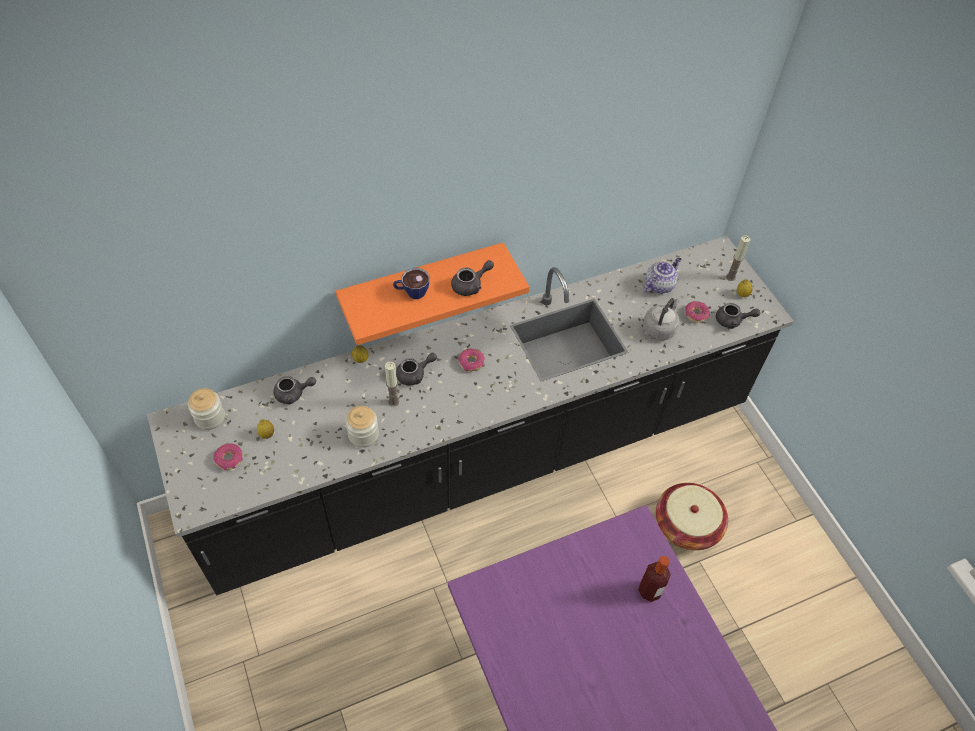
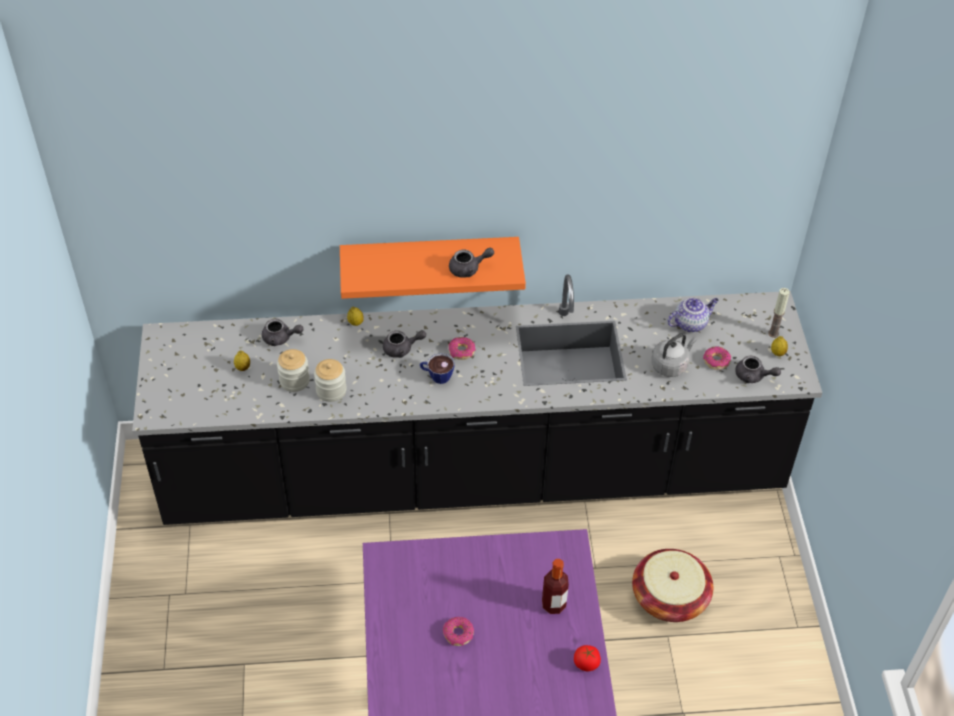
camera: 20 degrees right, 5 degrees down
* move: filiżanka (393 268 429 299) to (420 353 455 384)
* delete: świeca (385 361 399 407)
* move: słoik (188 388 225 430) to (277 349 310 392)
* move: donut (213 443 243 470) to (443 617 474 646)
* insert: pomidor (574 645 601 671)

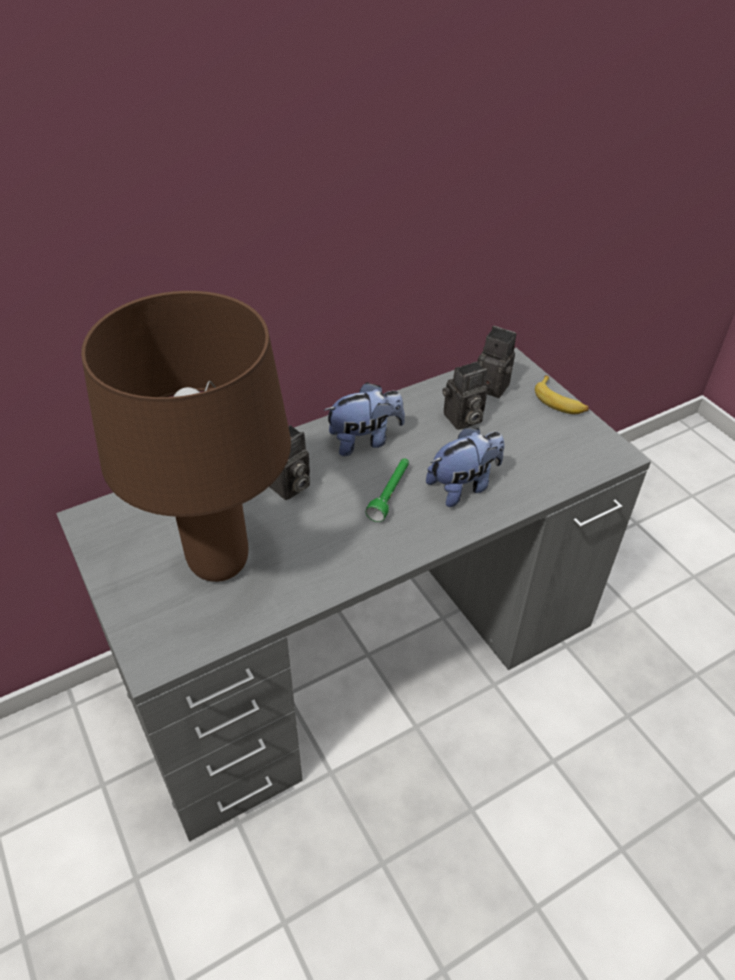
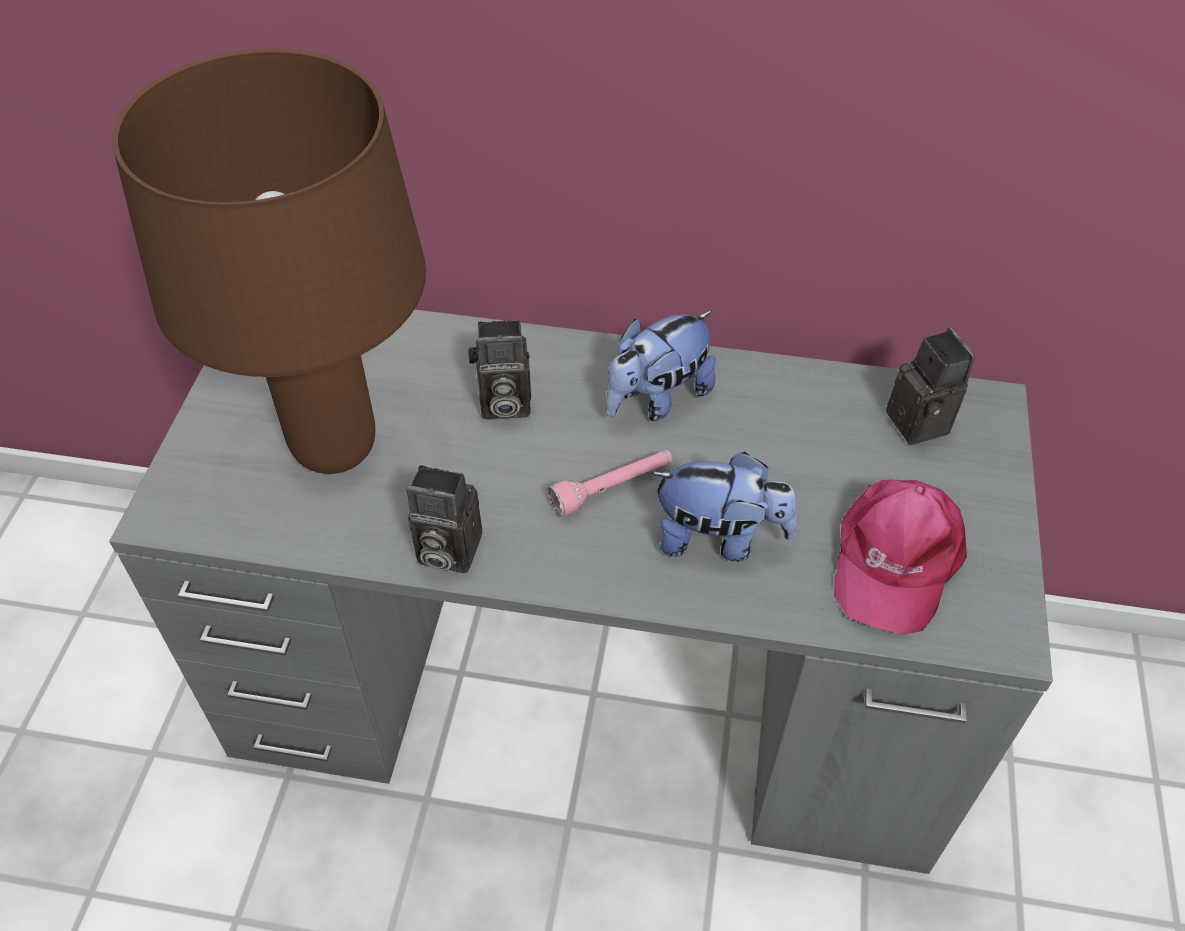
camera: 40 degrees right, 5 degrees up
* move: aparat fotograficzny (443 362 487 430) to (406 465 482 573)
* delete: banan (535 375 589 414)
* rotate: pluszak (324 382 405 456) = (606 311 716 421) 120 degrees clockwise
* recolor: latarka (zielony) (366 458 409 522) to latarka (różowy) (548 450 672 517)
* insert: czapka z daszkiem (różowy) (834 479 967 634)

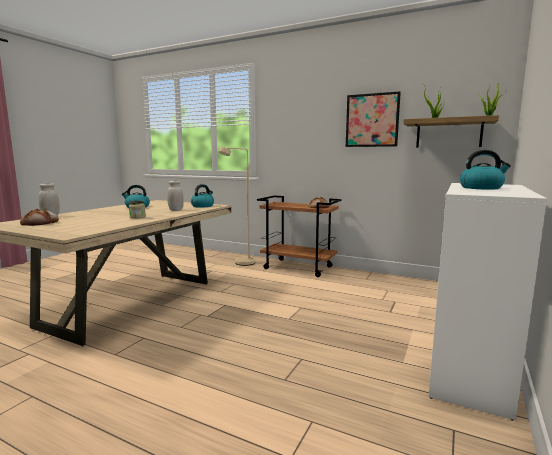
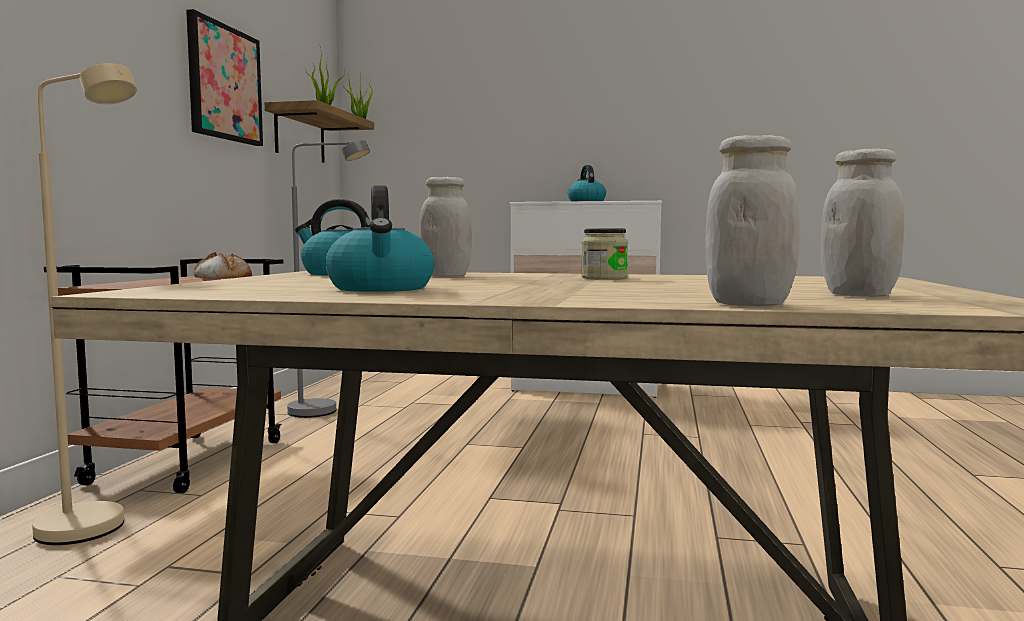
camera: 105 degrees left, 5 degrees down
* replace: chleb (20 209 59 226) to słoik (biały) (821 149 904 297)
* insert: lampa stojąca (szary) (287 140 370 418)

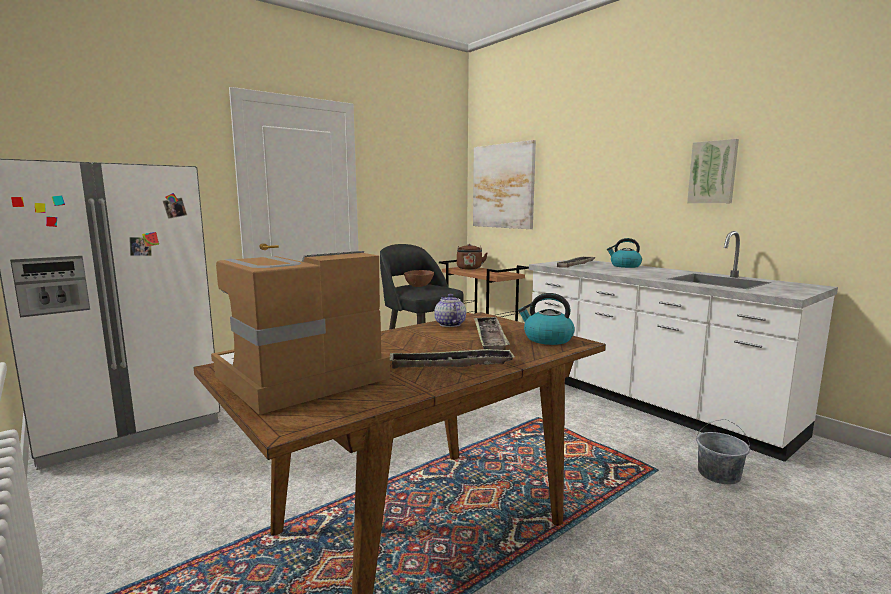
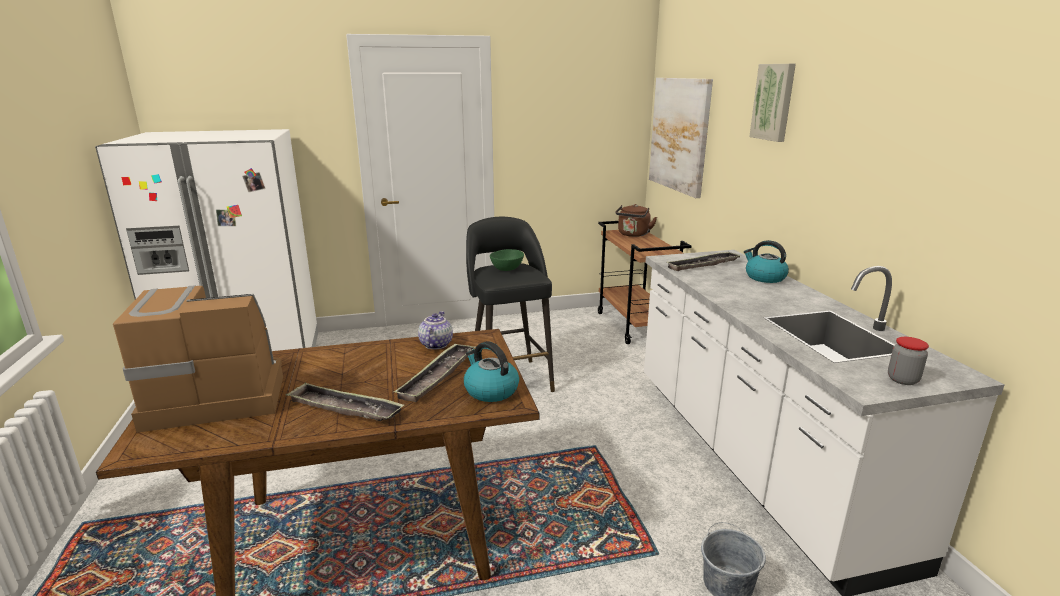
camera: 25 degrees right, 10 degrees up
* move: obraz (687 139 739 203) to (749 64 796 142)
* recolor: miska (brązowy) (404 270 434 287) to miska (zielony) (490 249 524 271)
* insert: słoik (888 337 929 385)

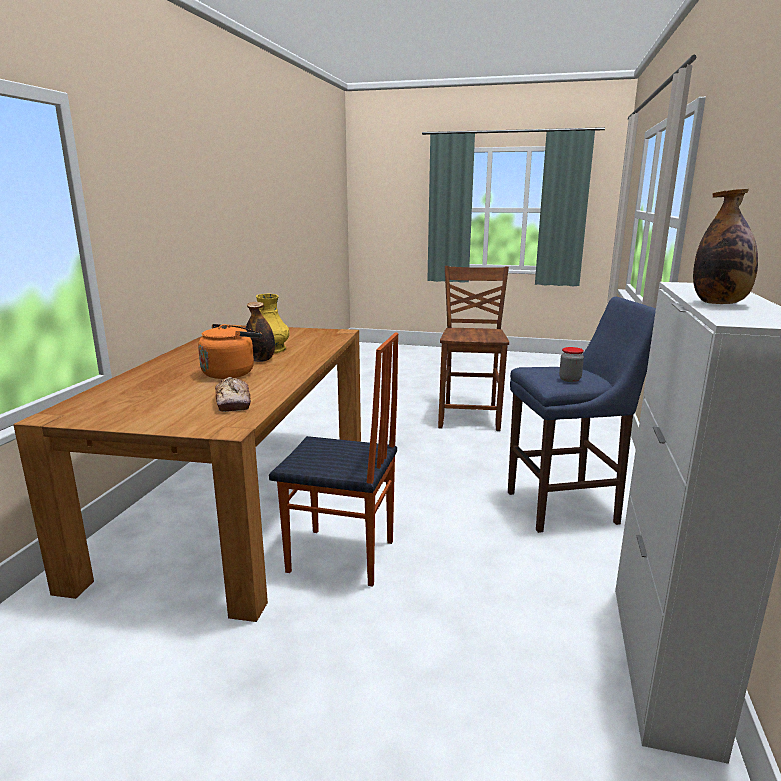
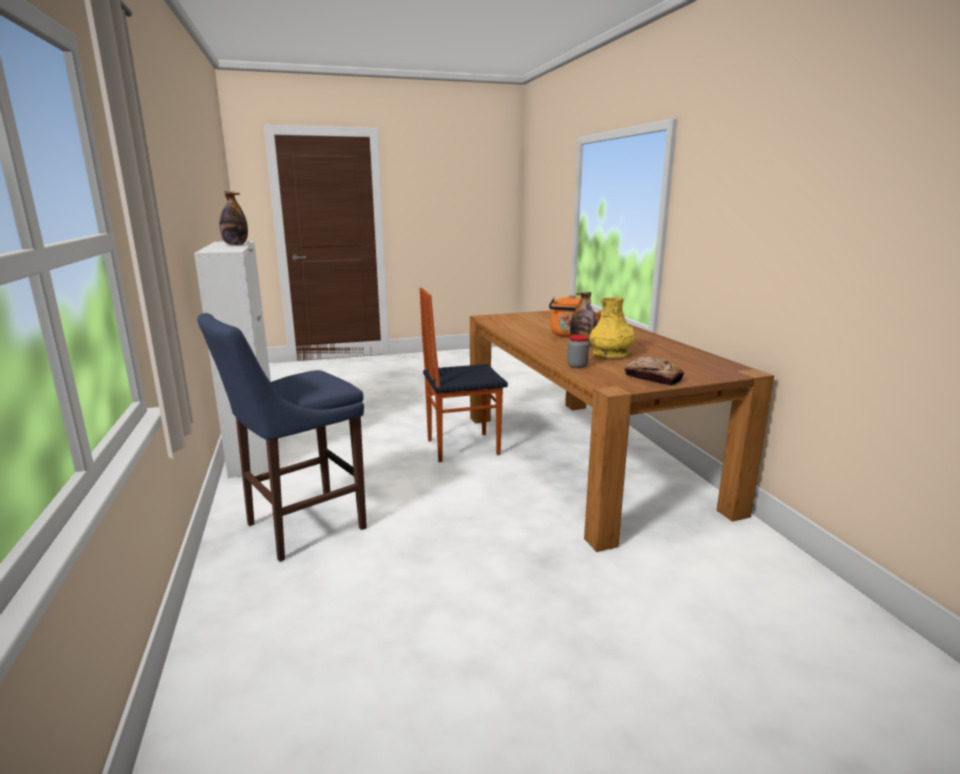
camera: 150 degrees right, 0 degrees up
* delete: krzesło (brązowy) (438 266 509 431)
* move: słoik (559 347 584 382) to (567 335 589 368)
* move: chleb (215 377 251 412) to (624 357 684 386)

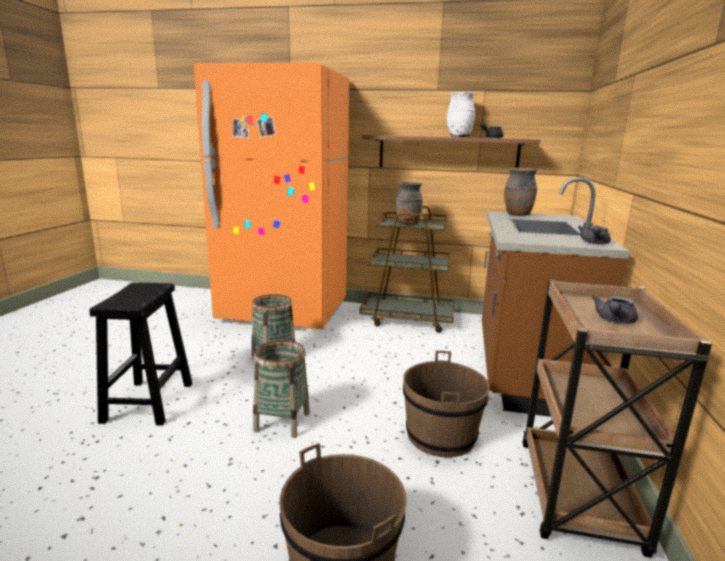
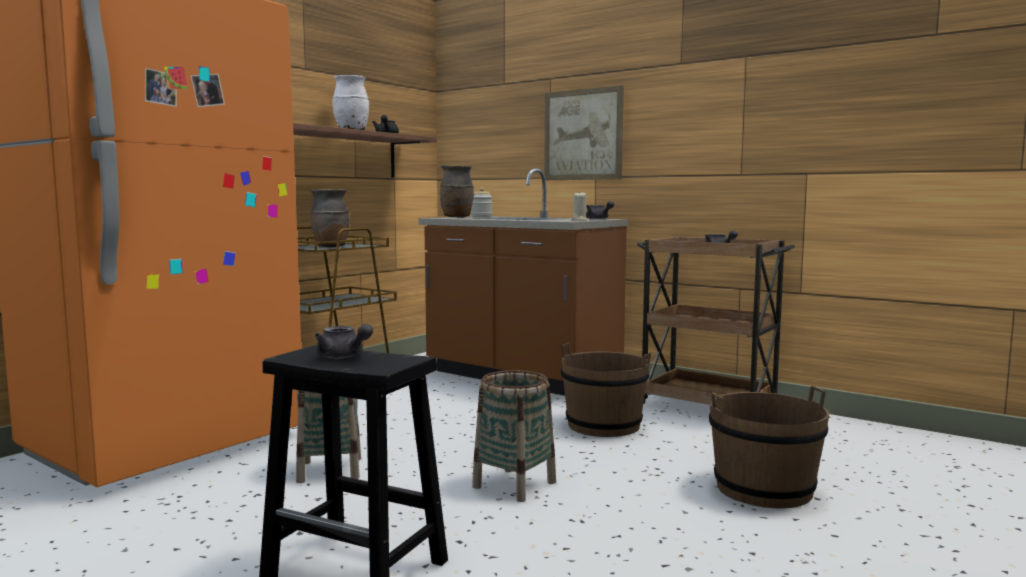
camera: 65 degrees left, 10 degrees down
* insert: obraz (544 85 624 180)
* insert: słoik (471 187 493 217)
* insert: świeca (beżowy) (571 191 588 221)
* insert: imbryk (szary) (315 324 373 358)

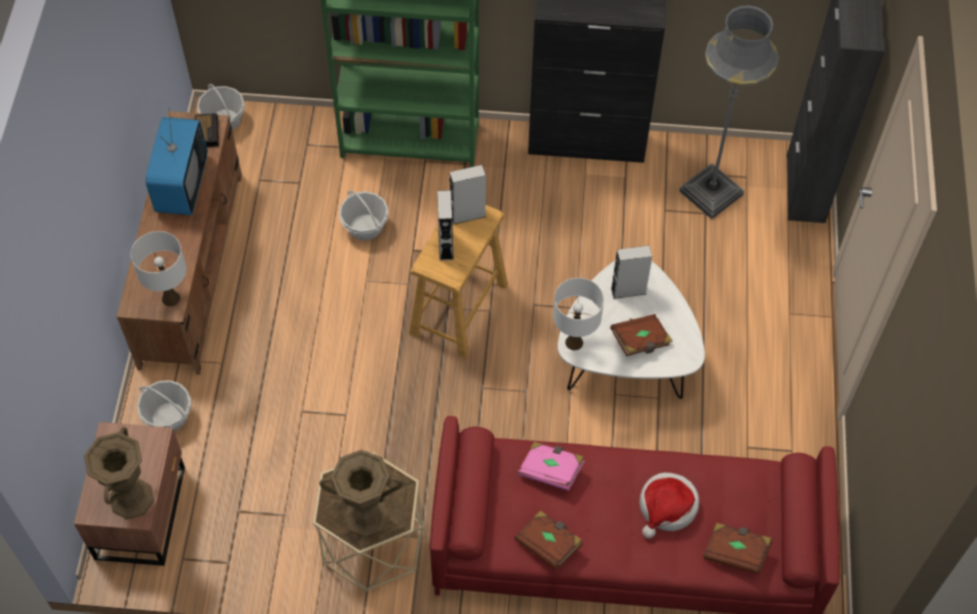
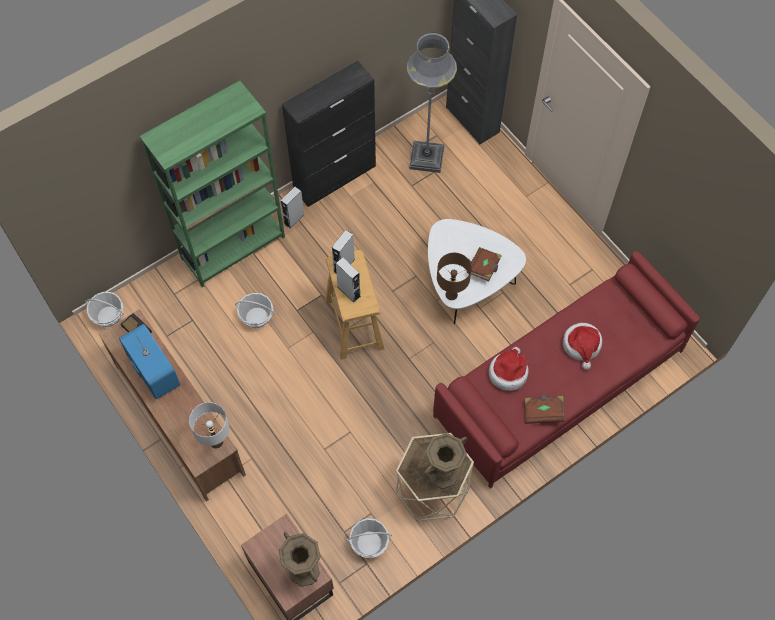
camera: 40 degrees left, 5 degrees up
* move: głośnik (szary) (611 245 652 299) to (281 187 305 229)
* recolor: lampa stołowa (biały) (553 278 604 350) to lampa stołowa (brązowy) (437 253 472 300)
* move: koszyk (137 380 191 431) to (346 518 392 558)
* replace: książka (różowy) (518 442 585 491) to kapelusz (489 347 529 391)
* delete: książka (brązowy) (703 523 772 574)

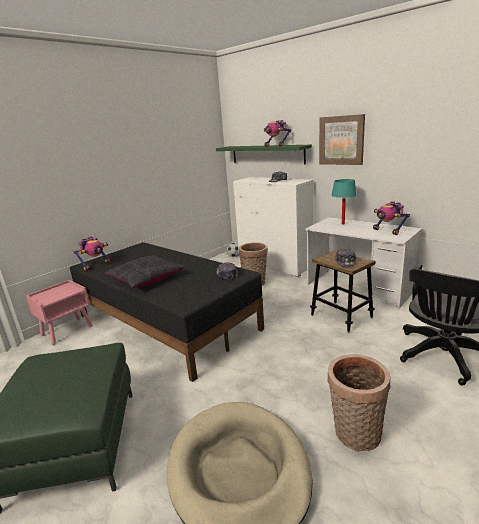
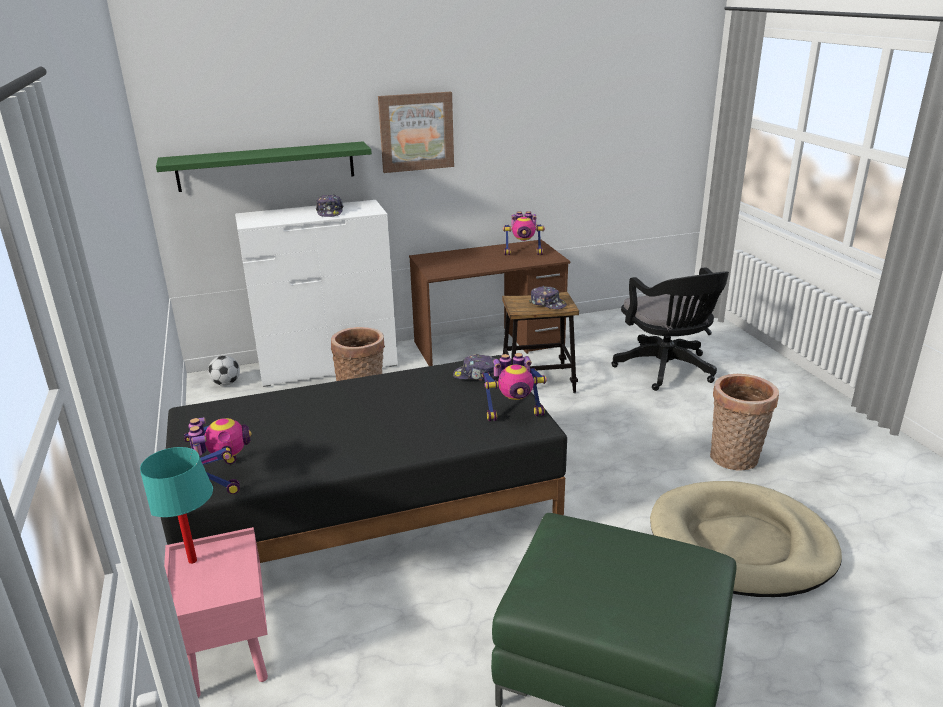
camera: 60 degrees left, 5 degrees up
* move: robot zabawkowy (264 120 291 147) to (481 353 547 421)
* move: lampa stołowa (turkusowy) (331 179 357 225) to (140 447 213 564)
* recolor: biurko (biały) (305 217 423 309) to biurko (brązowy) (409 240 570 366)
* delete: poduszka (czarny) (105 255 185 288)

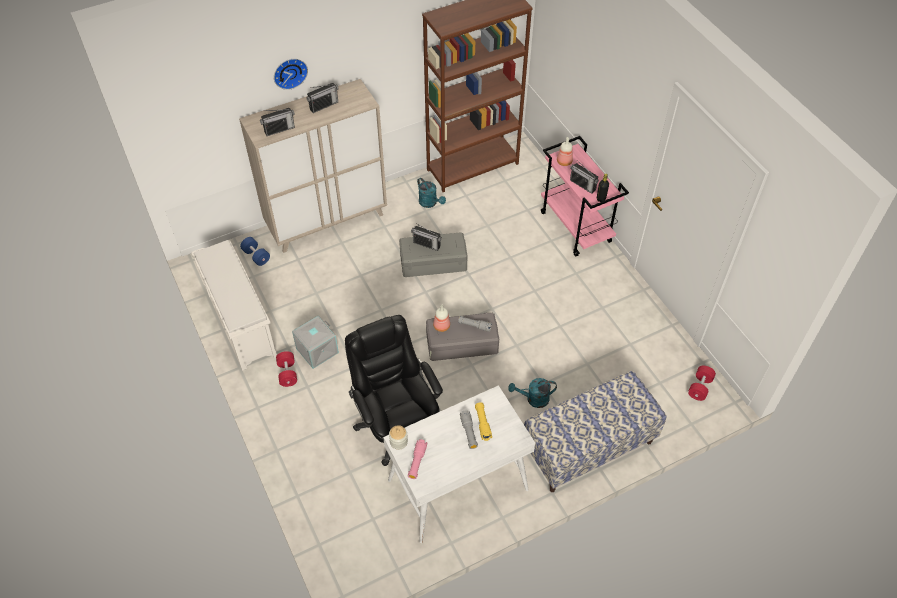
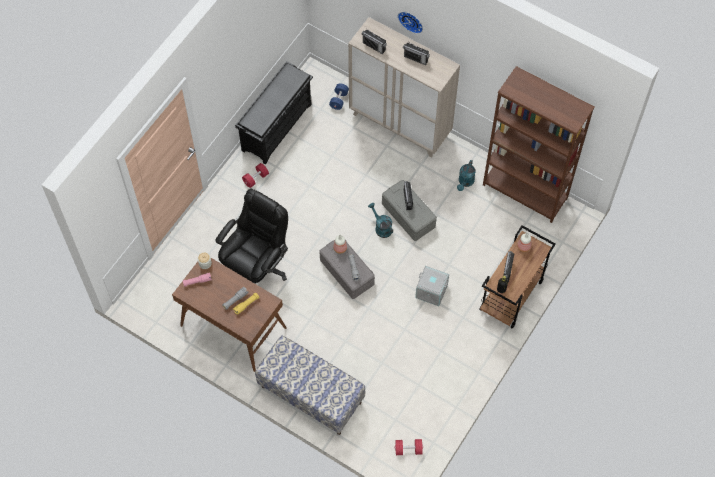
camera: 60 degrees right, 10 degrees up
* recolor: wózek (różowy) (541 136 629 257) to wózek (brązowy) (479 225 556 329)
* recolor: regał na buty (biały) (191 240 277 371) to regał na buty (czarny) (235 61 313 164)
* move: pojemnik do przechowywania (szary) (292 315 339 369) to (415 266 449 306)
* move: konewka (turkusowy) (508 378 557 408) to (368 203 393 238)
* recolor: biurko (biały) (383 385 535 543) to biurko (brązowy) (172 258 287 372)

